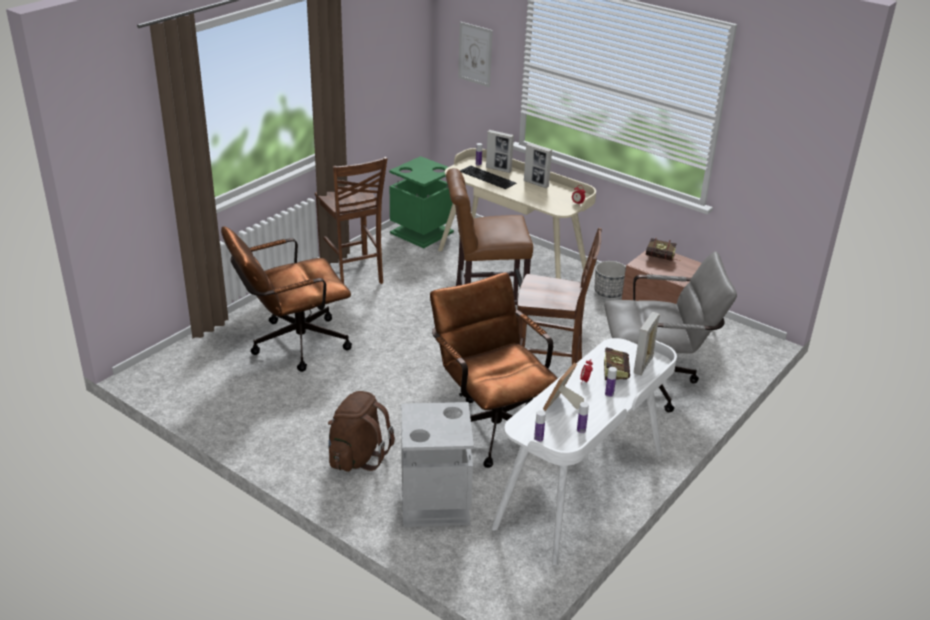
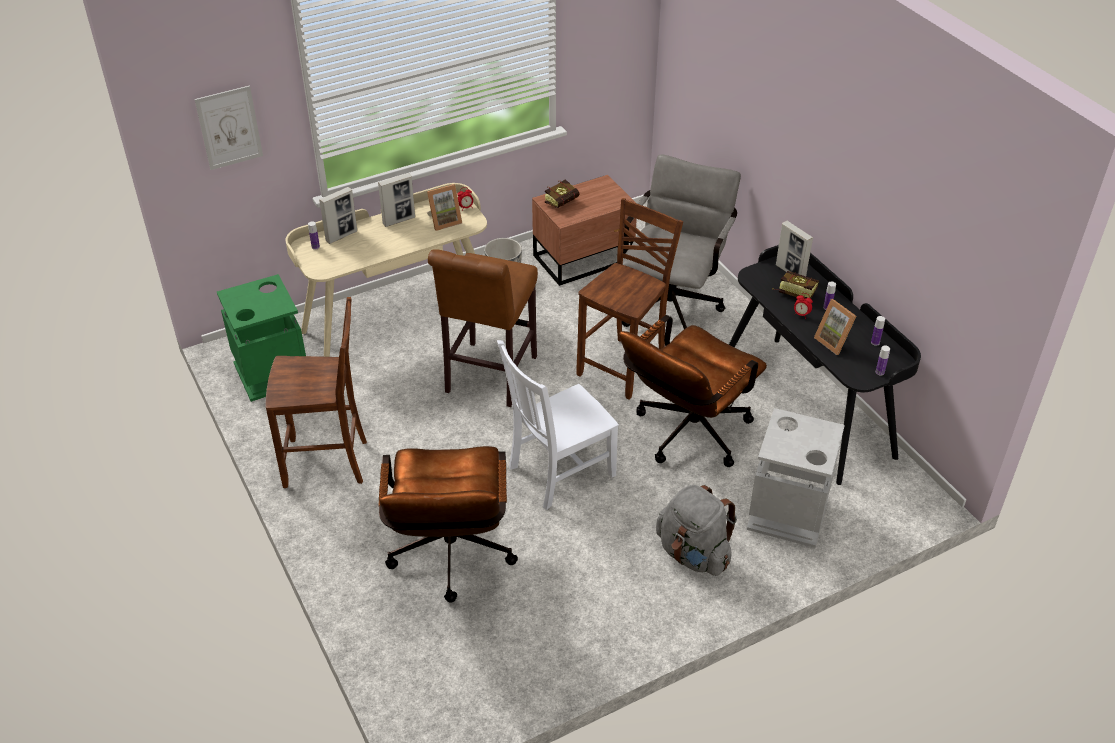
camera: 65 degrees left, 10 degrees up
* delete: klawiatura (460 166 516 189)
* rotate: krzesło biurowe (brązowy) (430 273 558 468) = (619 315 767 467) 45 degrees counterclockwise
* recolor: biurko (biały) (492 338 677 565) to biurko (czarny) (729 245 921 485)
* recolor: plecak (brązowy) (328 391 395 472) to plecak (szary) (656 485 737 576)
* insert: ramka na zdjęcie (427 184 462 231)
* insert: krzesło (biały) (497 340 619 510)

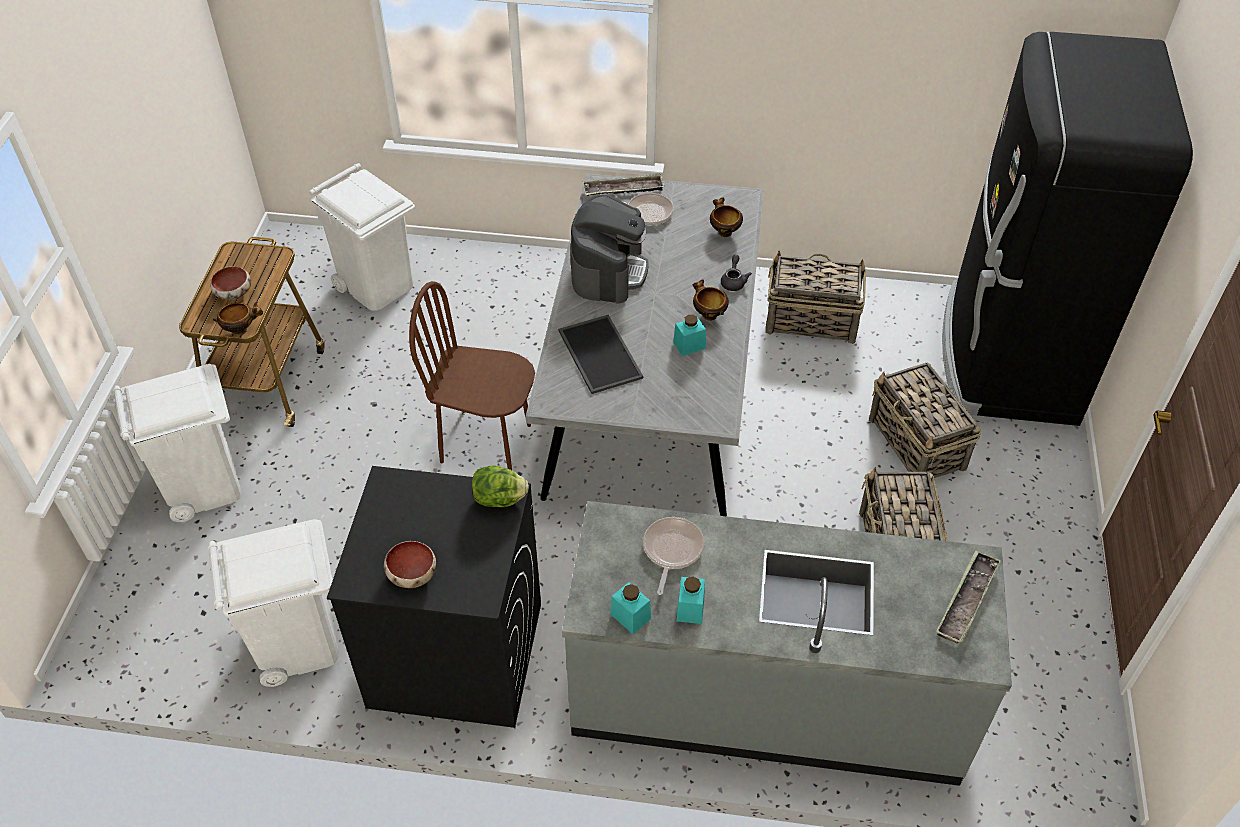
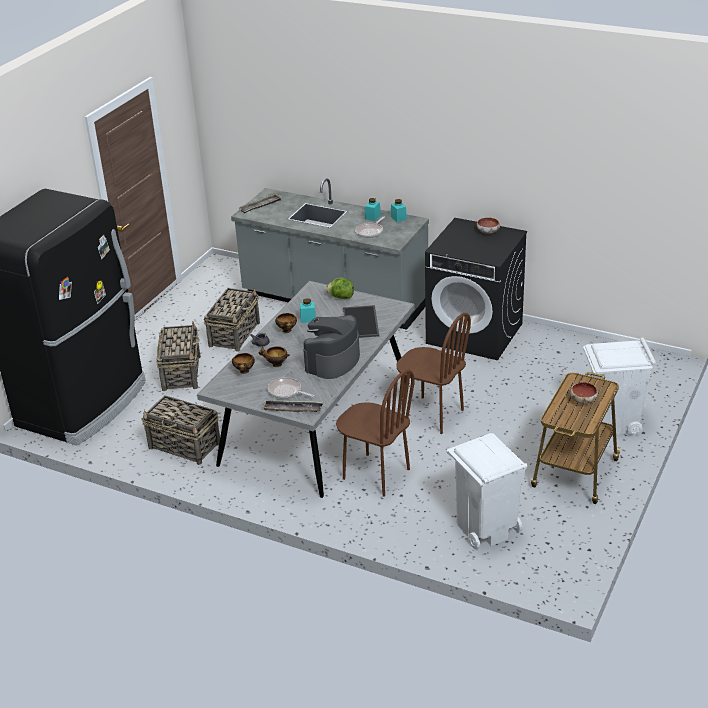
camera: 160 degrees left, 15 degrees down
* move: miska (213 302 263 336) to (258 346 290 367)
* move: sałata (472 465 529 507) to (326 278 354 299)
* delete: kosz na śmieci (biały) (208 519 339 687)
* insert: krzesło (brązowy) (336 370 415 497)

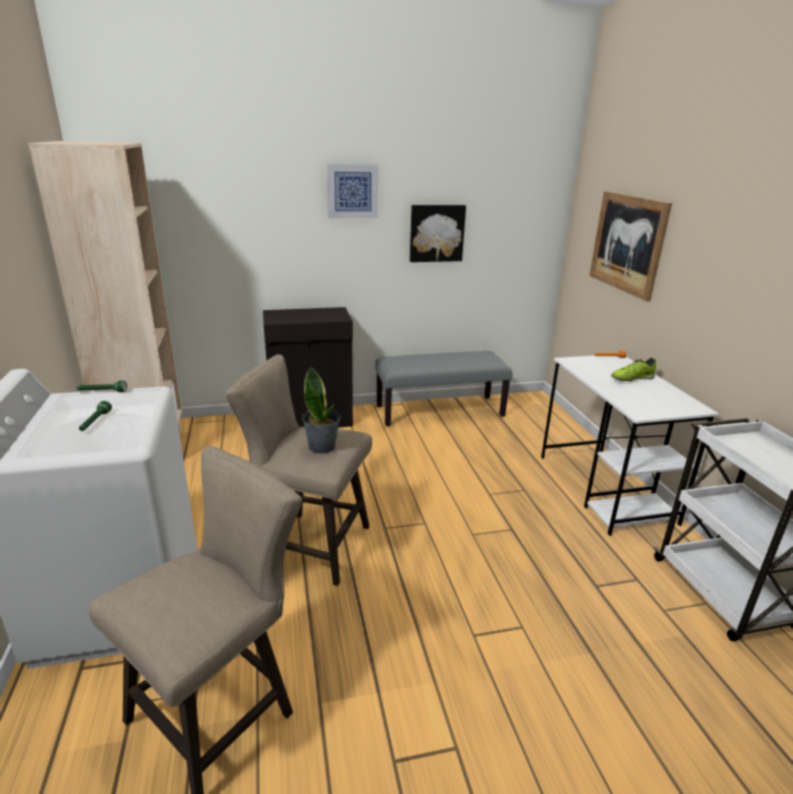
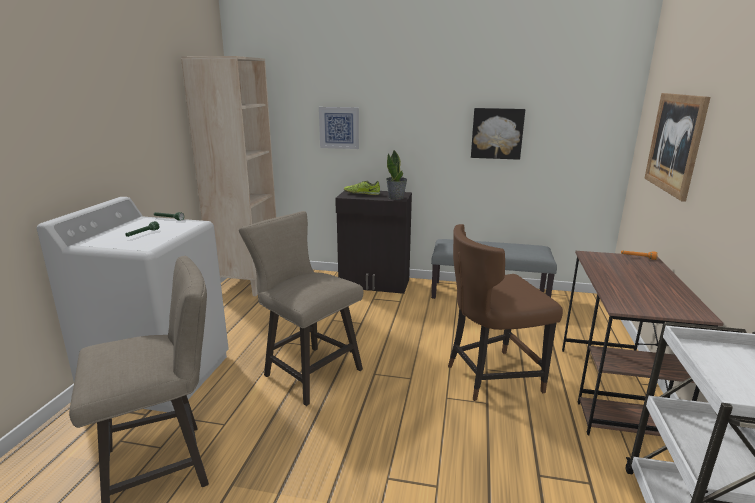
camera: 25 degrees right, 5 degrees down
* move: obraz (327 164 378 218) to (319 107 359 149)
* recolor: biurko (biały) (541 355 719 536) to biurko (brązowy) (562 251 724 436)
* move: but (611 358 656 381) to (344 181 380 195)
* move: roślina doniczkowa (302 366 340 454) to (386 150 407 200)
* insert: krzesło (brązowy) (448 224 563 401)

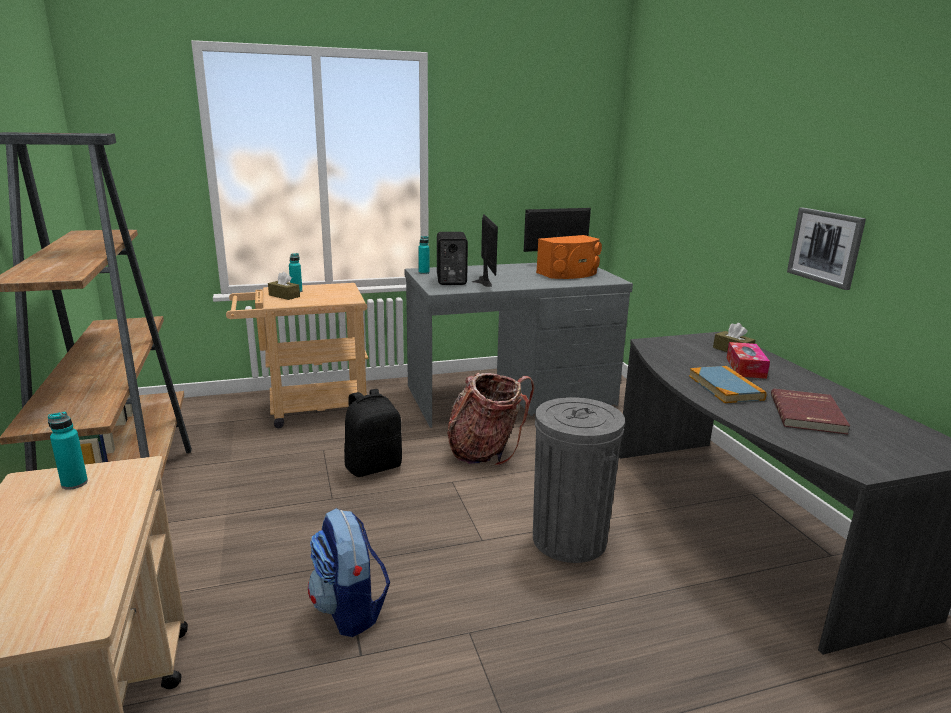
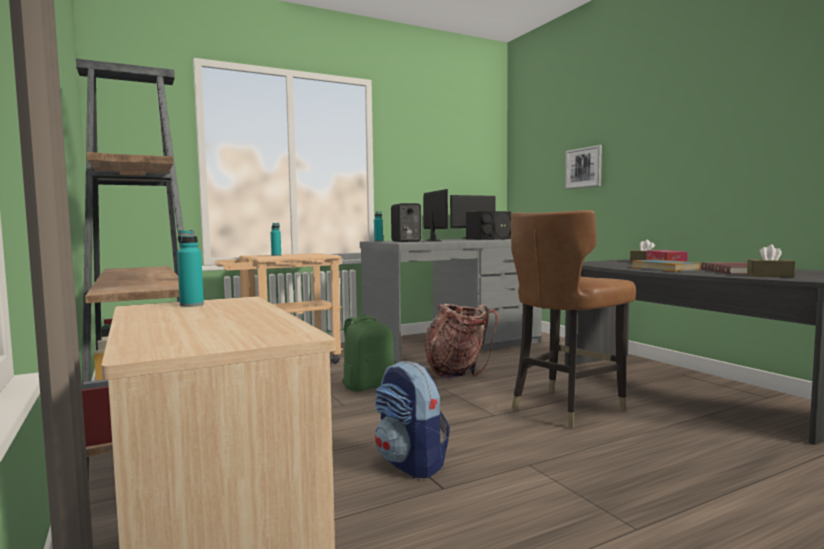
camera: 10 degrees left, 15 degrees down
* move: obraz (787 207 866 290) to (565 145 602 189)
* recolor: głośnik (pomarańczowy) (536 235 602 279) to głośnik (czarny) (466 211 512 240)
* move: pudełko chusteczek (brązowy) (268 272 300 300) to (747 244 795 277)
* recolor: plecak (czarny) (344 389 402 477) to plecak (zielony) (341 315 394 392)
* replace: kosz na śmieci (szary) (533 397 625 563) to krzesło (brązowy) (511 210 636 429)

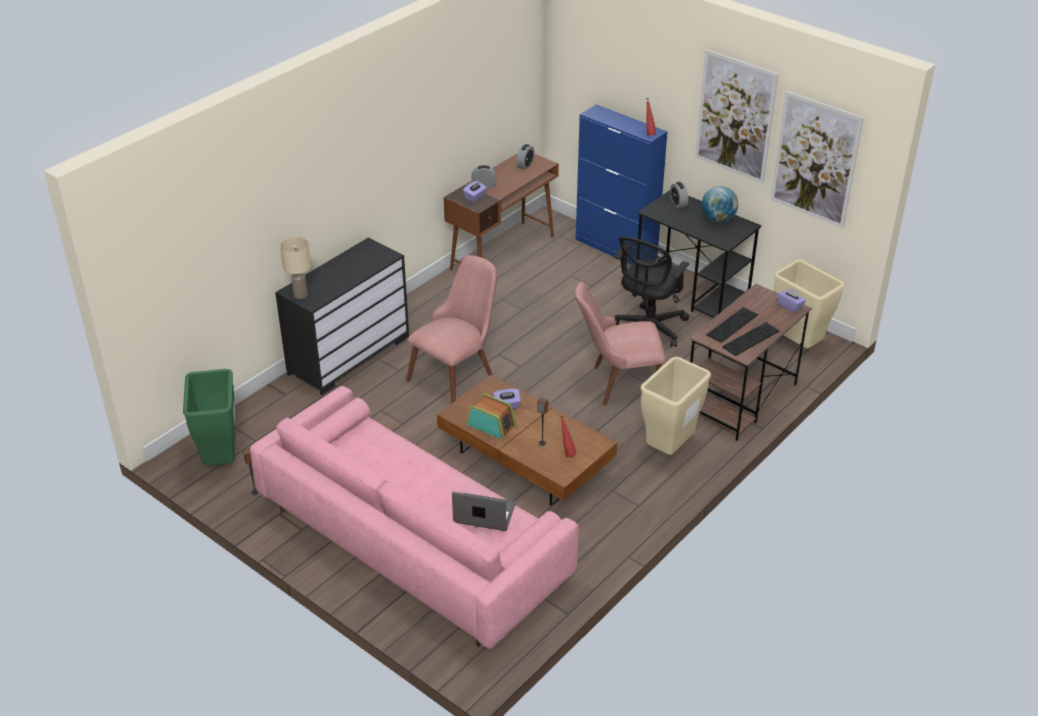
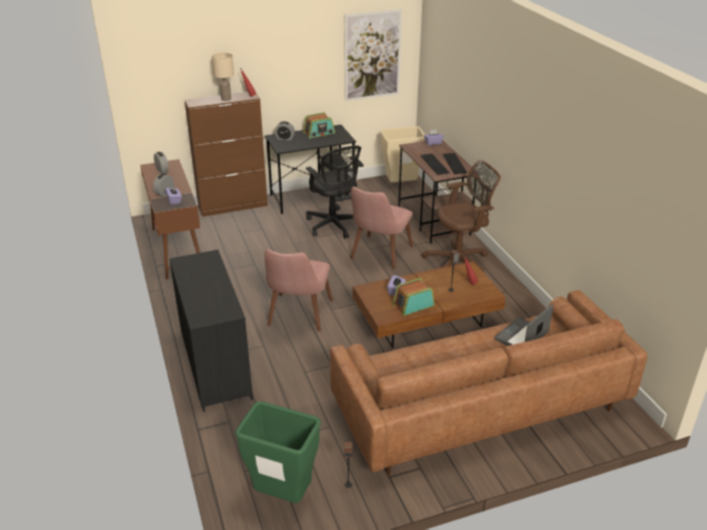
camera: 60 degrees left, 5 degrees down
* delete: obraz (695 49 778 183)
* recolor: szafka (niebieski) (576 104 667 264) to szafka (brązowy) (185 92 268 217)
* replace: globus (702 186 738 223) to radio (303 112 335 138)
* move: lampa stołowa (beżowy) (280 237 311 299) to (212 53 234 101)
* rotate: krzesło (różowy) (406 255 497 404) = (264 249 333 332) 150 degrees counterclockwise
* replace: kosz na śmieci (beżowy) (641 357 711 455) to krzesło biurowe (brązowy) (422 160 501 273)
* recolor: kanapa (różowy) (250 386 579 649) to kanapa (brązowy) (330 290 648 475)

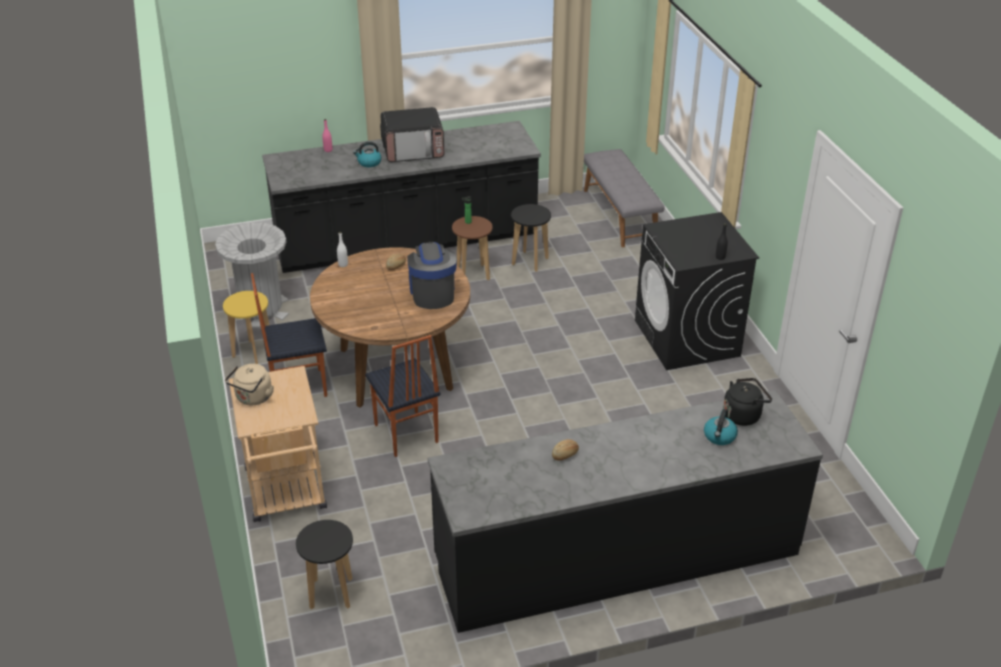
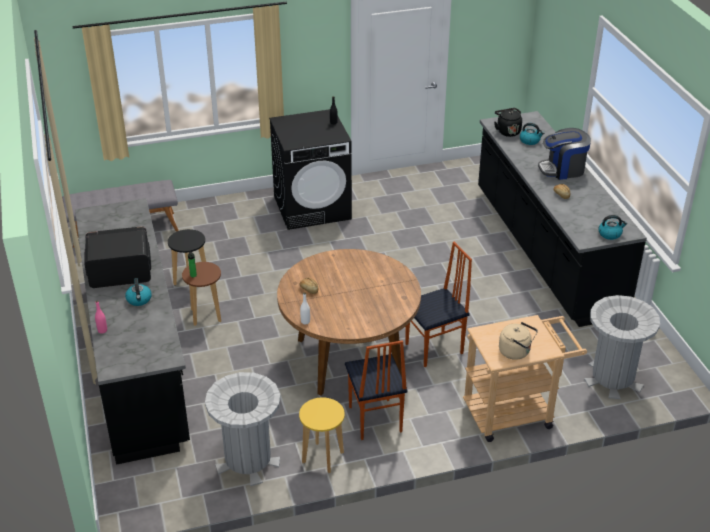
camera: 90 degrees left, 0 degrees up
* rotate: mikrofalówka (380 107 444 162) = (84 226 151 288) 90 degrees counterclockwise
* move: ekspres do kawy (407 241 457 309) to (538 128 591 180)
* replace: stołek (czarny) (296 520 353 610) to kosz na śmieci (szary) (584 295 660 399)
* insert: czajnik (598 215 627 240)

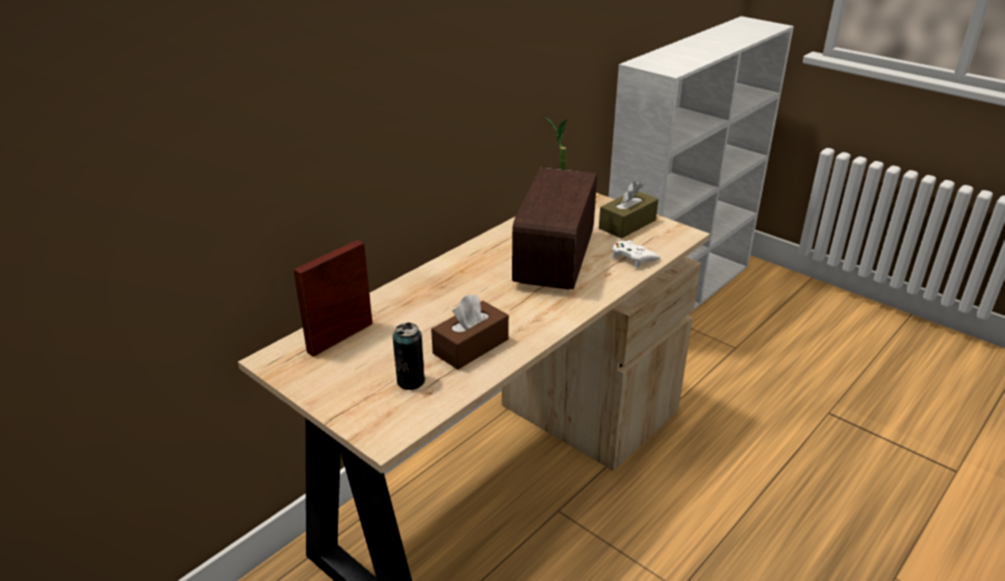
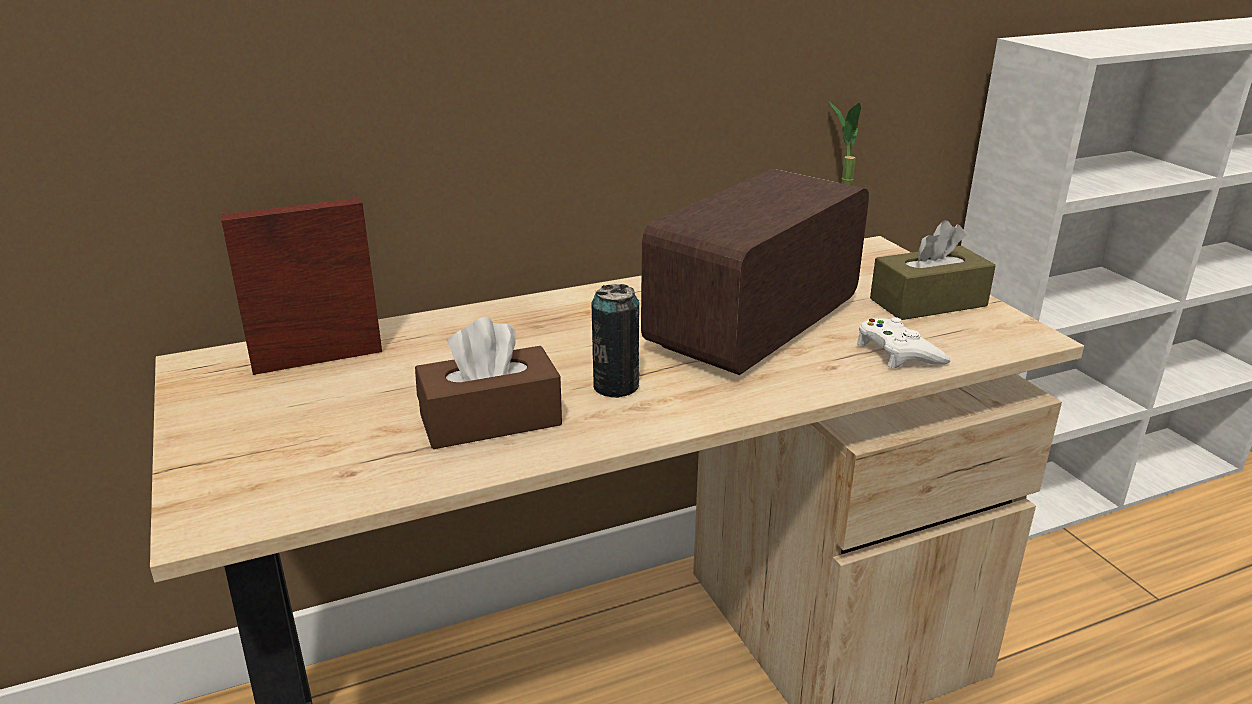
camera: 25 degrees right, 5 degrees down
* move: puszka (393 323 425 390) to (592 284 640 398)

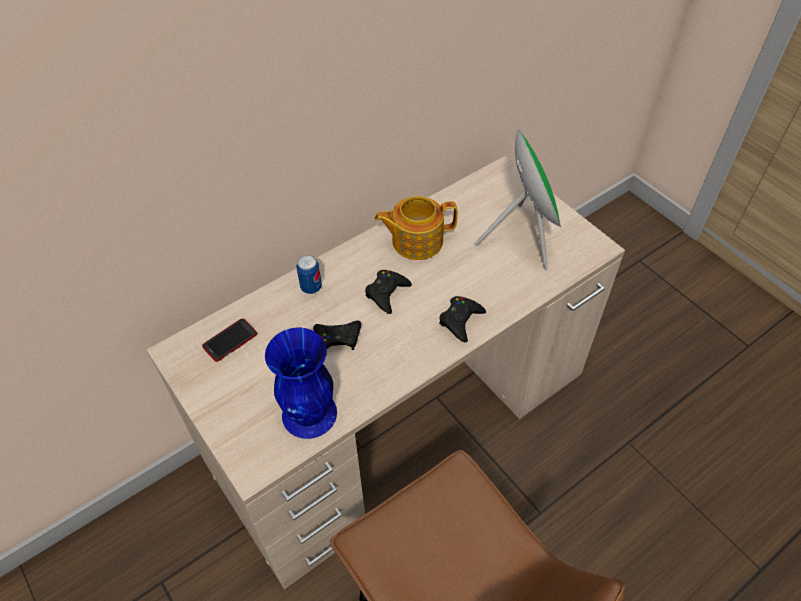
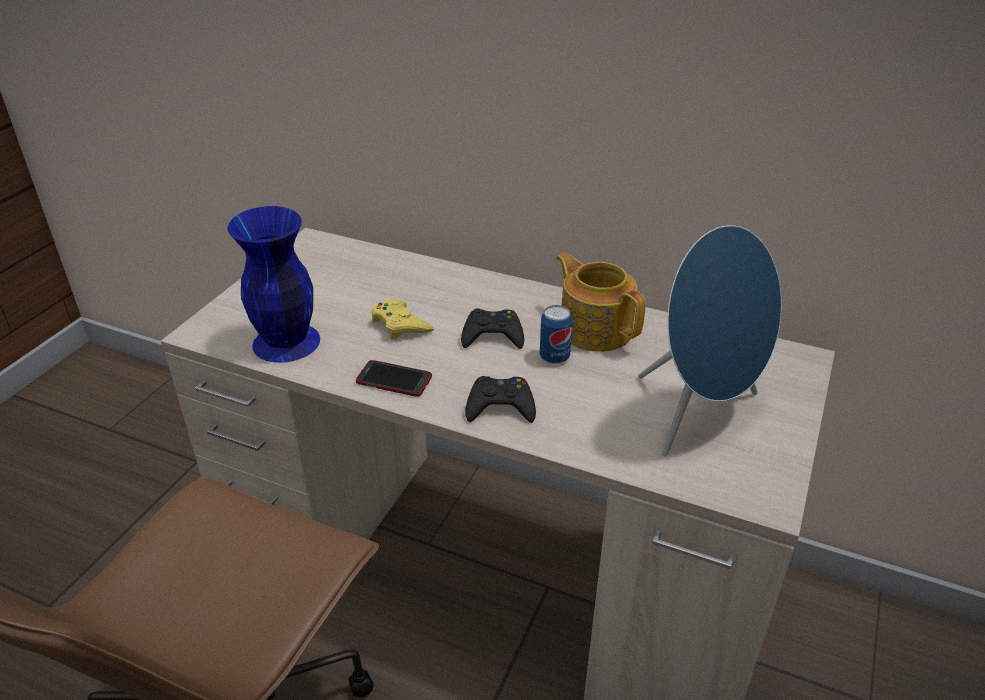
camera: 60 degrees right, 15 degrees down
* recolor: głośnik (zielony) (475 129 561 269) to głośnik (niebieski) (638 225 782 457)
* move: puszka (296 255 322 294) to (540 305 572 364)
* move: telefon (202 318 257 362) to (356 360 432 397)
* recolor: pad do gier (czarny) (313 320 361 350) to pad do gier (żółty) (371 300 434 340)

